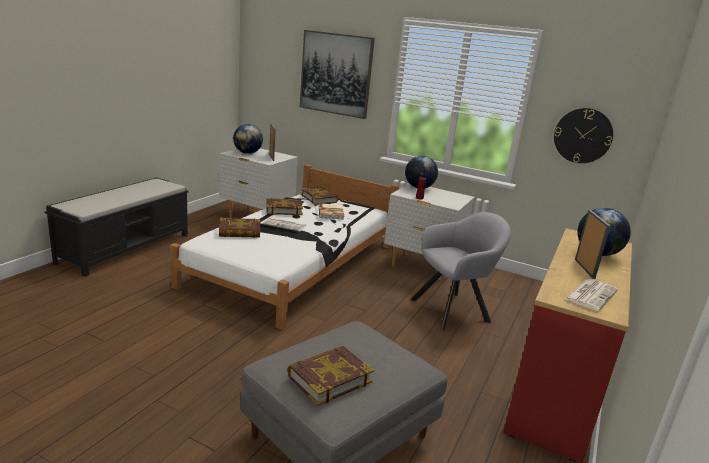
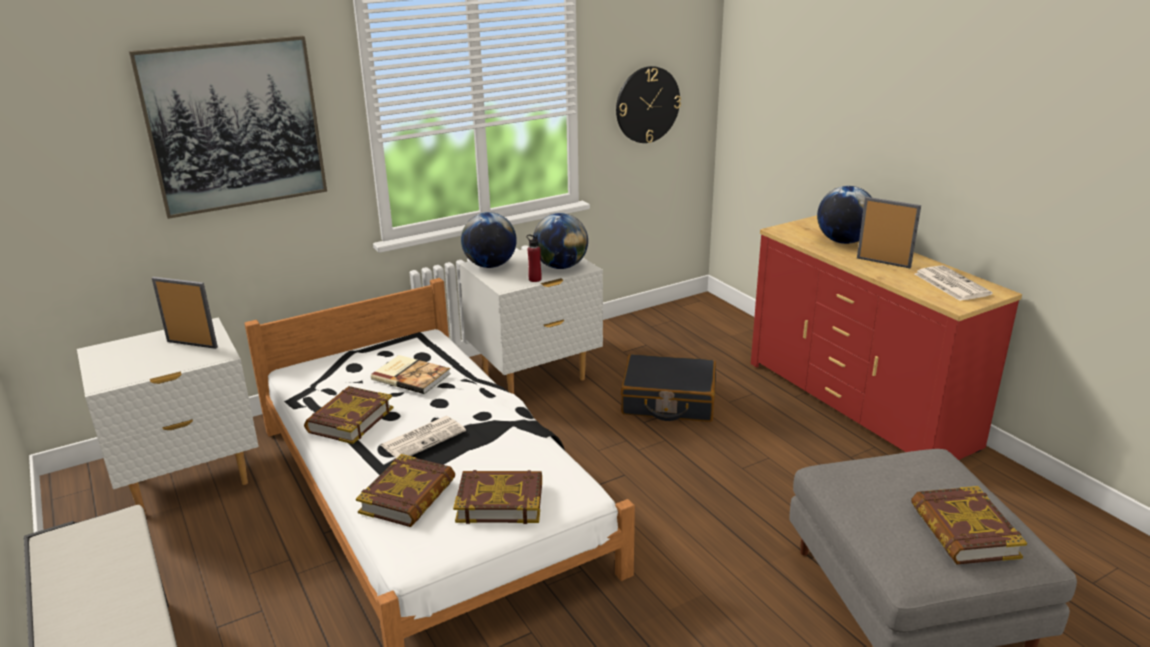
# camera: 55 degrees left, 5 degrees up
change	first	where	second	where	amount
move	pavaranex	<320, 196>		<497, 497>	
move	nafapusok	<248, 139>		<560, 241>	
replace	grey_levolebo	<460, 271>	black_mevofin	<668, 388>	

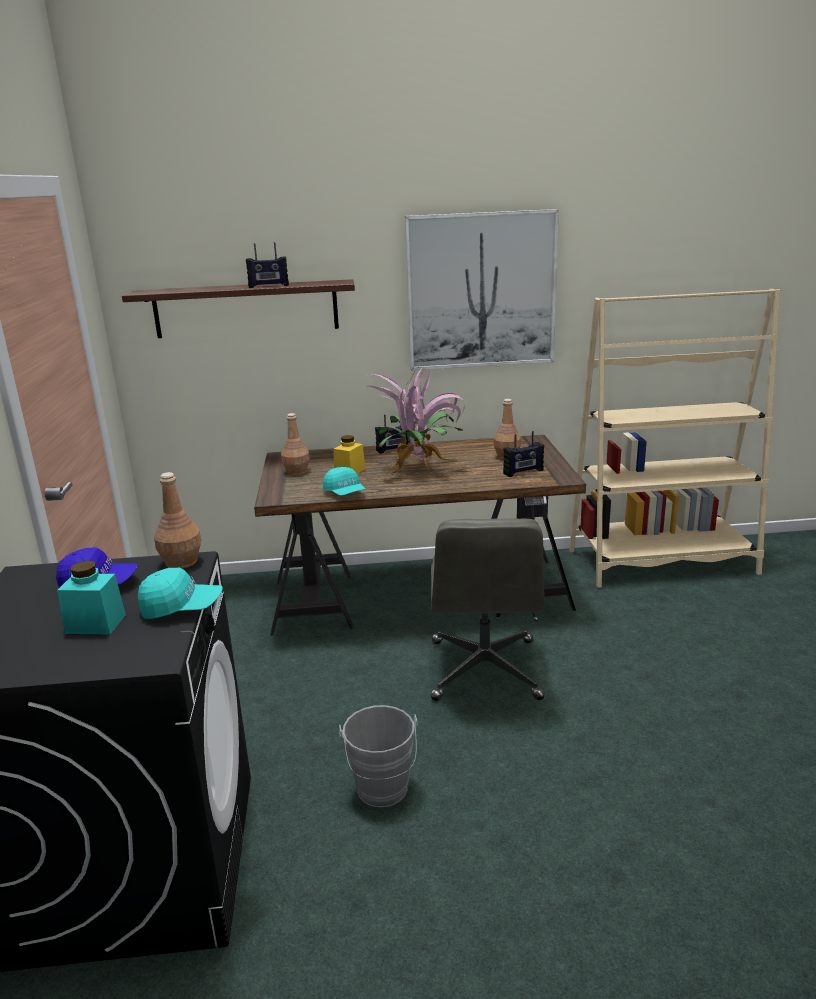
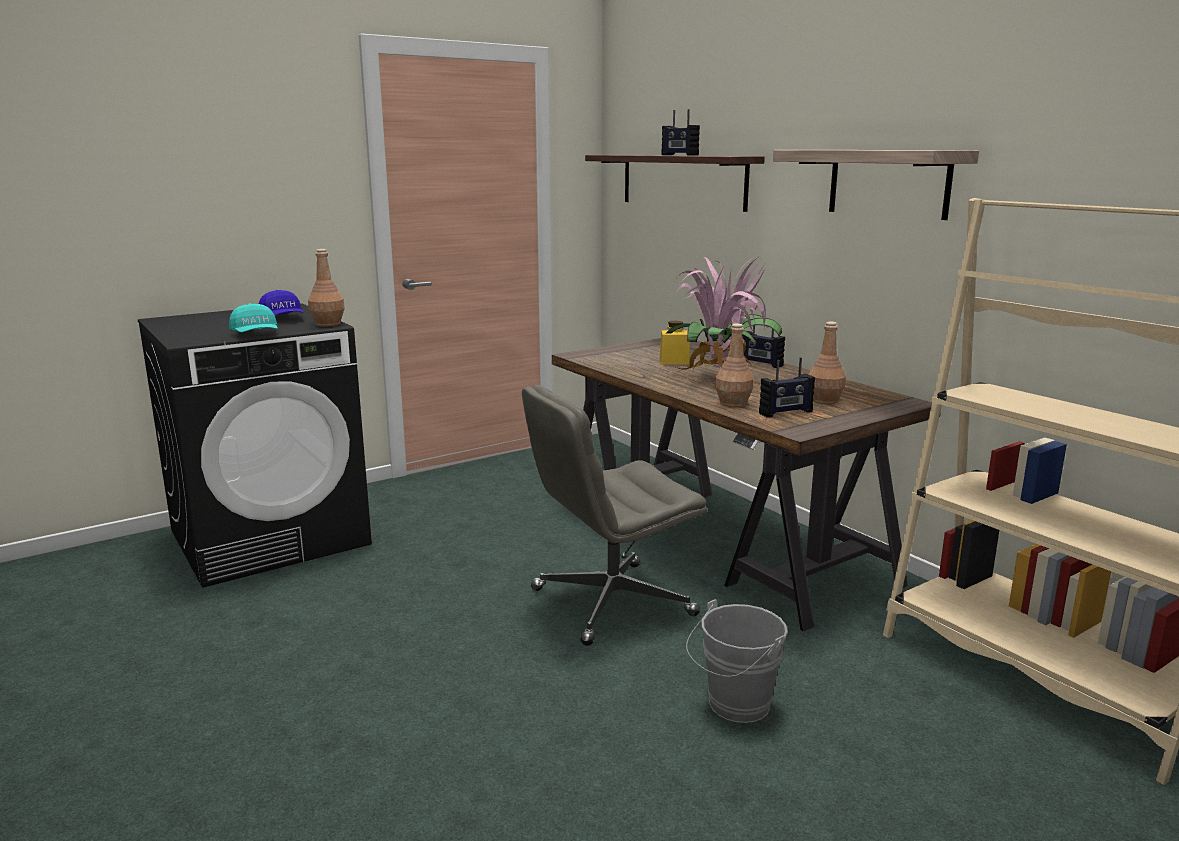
# camera: 60 degrees right, 5 degrees down
change	first	where	second	where	amount
move	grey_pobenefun	<378, 756>		<737, 661>	
move	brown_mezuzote	<295, 444>		<734, 365>	
rotate	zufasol	<523, 454>		<787, 387>	60 degrees counterclockwise
replace	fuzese	<482, 290>	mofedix	<876, 185>	
delete	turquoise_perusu	<91, 597>			
delete	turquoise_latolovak	<344, 481>			

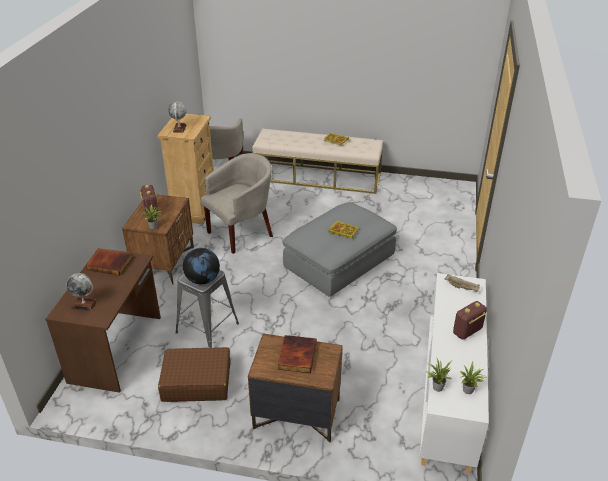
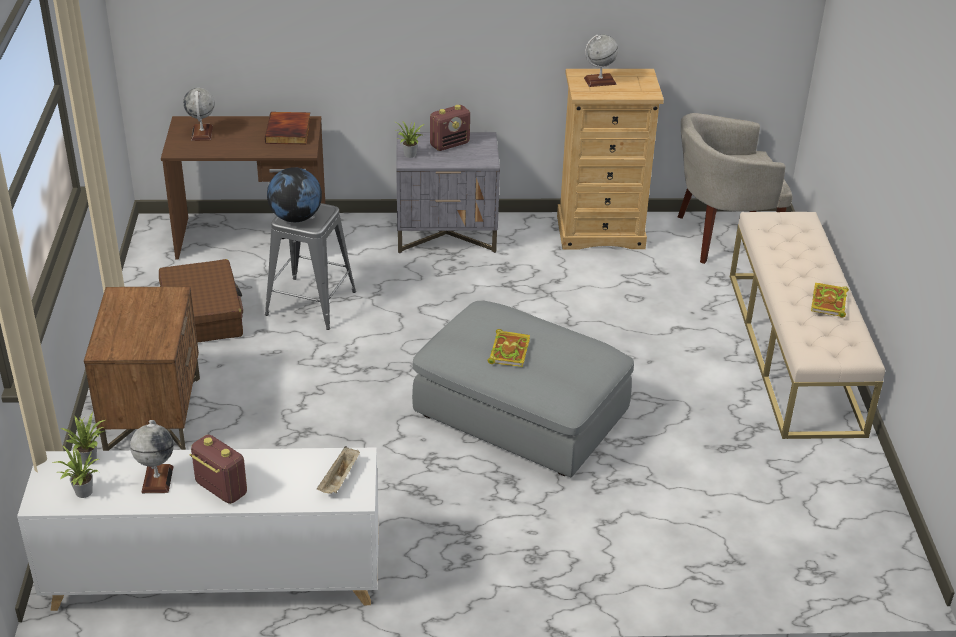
# camera: 75 degrees right, 0 degrees up
change	first	where	second	where	amount
insert			nafapusok	<152, 456>	
recolor	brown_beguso	<158, 240>	grey_beguso	<448, 193>	
delete	beige_levolebo	<237, 203>			
delete	pavaranex	<297, 354>			

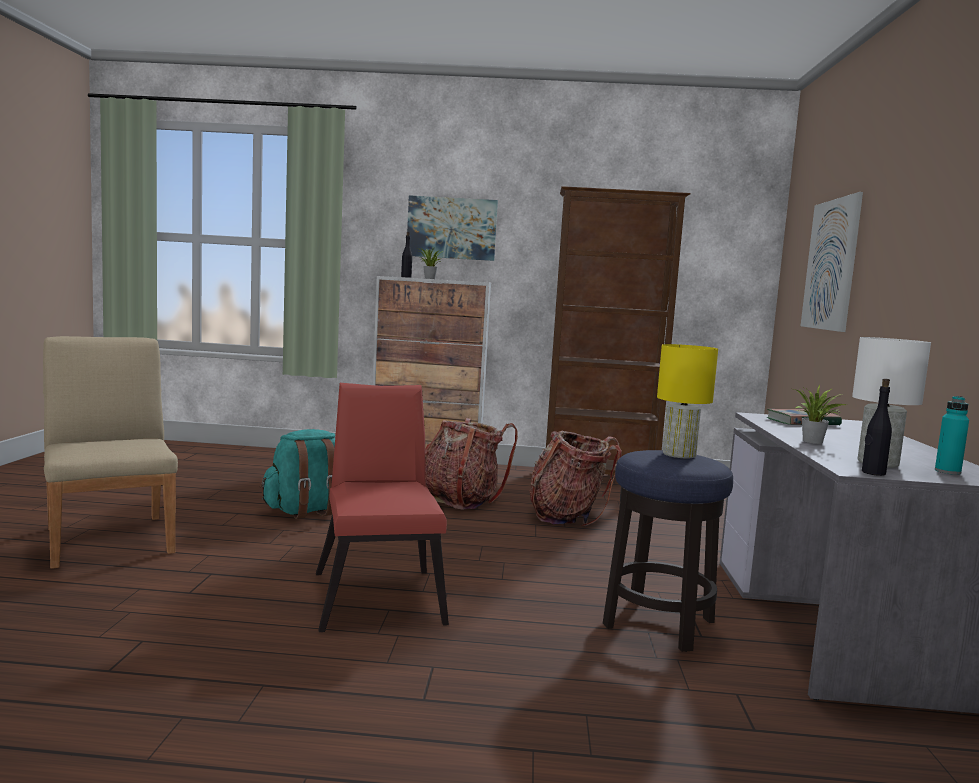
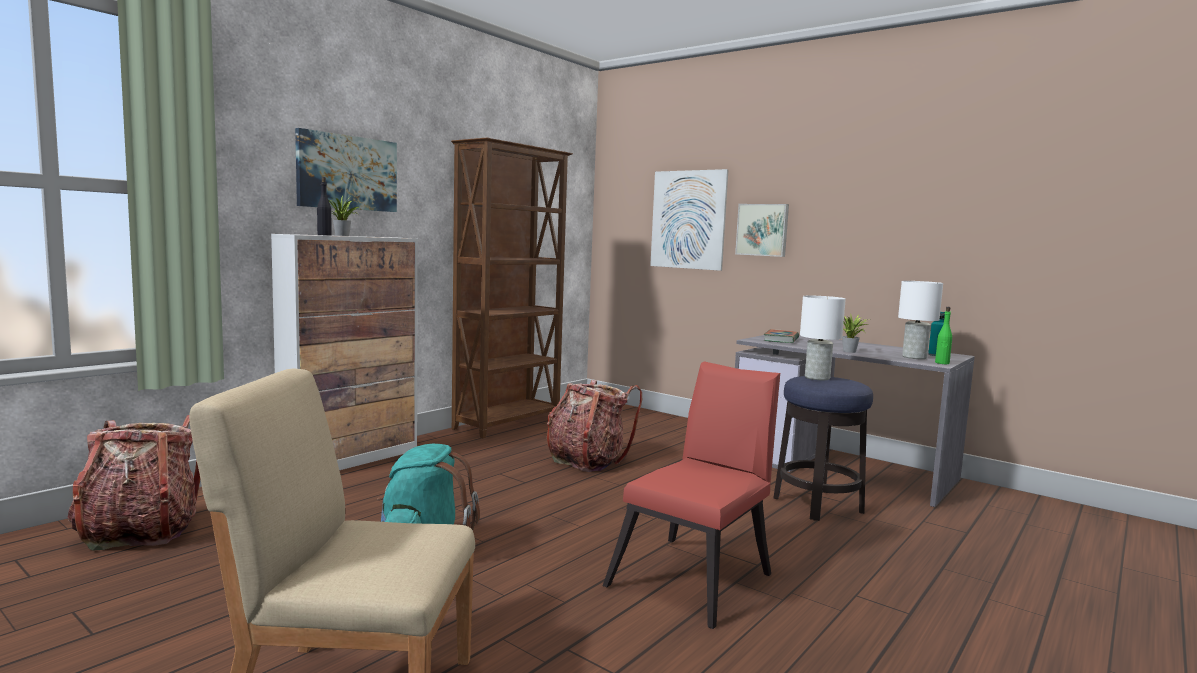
# camera: 55 degrees left, 0 degrees up
change	first	where	second	where	amount
move	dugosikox	<471, 464>		<134, 483>	
rotate	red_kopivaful	<382, 507>		<691, 495>	105 degrees clockwise
insert			fuzese	<762, 230>	
recolor	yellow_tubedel	<687, 401>	white_tubedel	<823, 338>	
recolor	black_mezuzote	<877, 427>	green_mezuzote	<943, 335>	

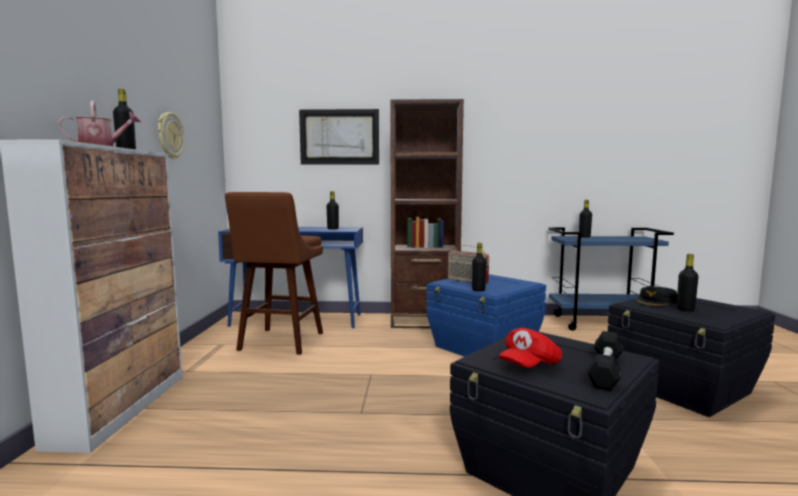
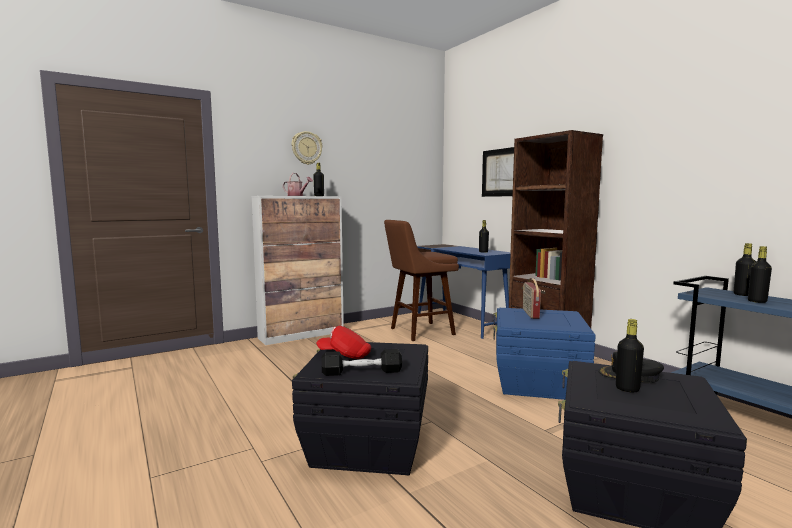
# camera: 55 degrees right, 0 degrees up
change	first	where	second	where	amount
move	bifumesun	<171, 135>		<307, 148>	
move	black_mezuzote	<479, 267>		<760, 274>	

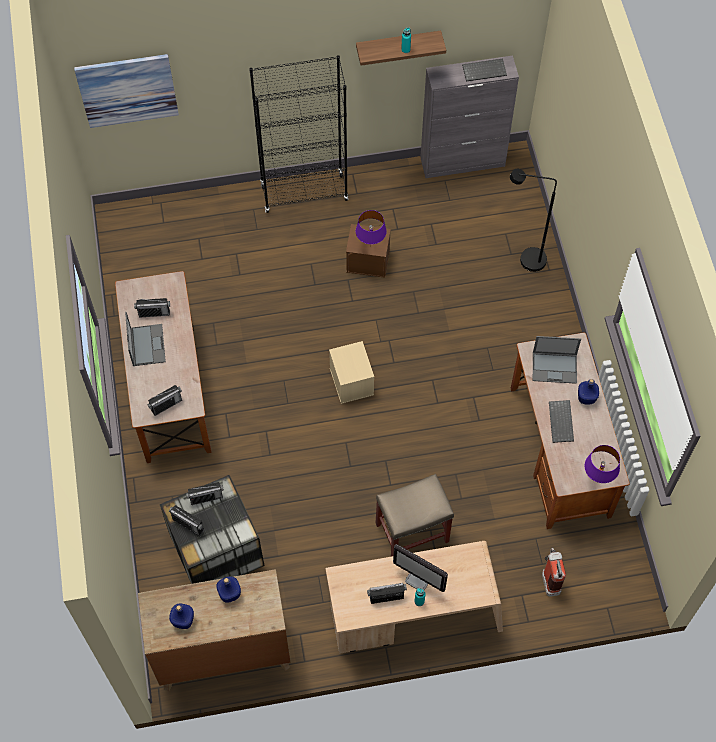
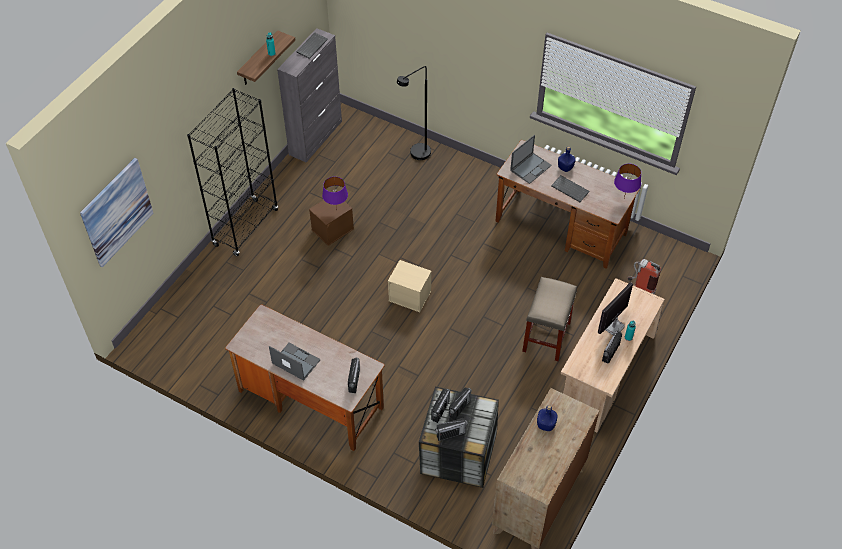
# camera: 50 degrees left, 10 degrees down
change	first	where	second	where	amount
move	zufasol	<152, 308>		<460, 404>	
rotate	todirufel	<420, 568>		<615, 308>	150 degrees clockwise
delete	blue_mezuzote	<181, 616>			

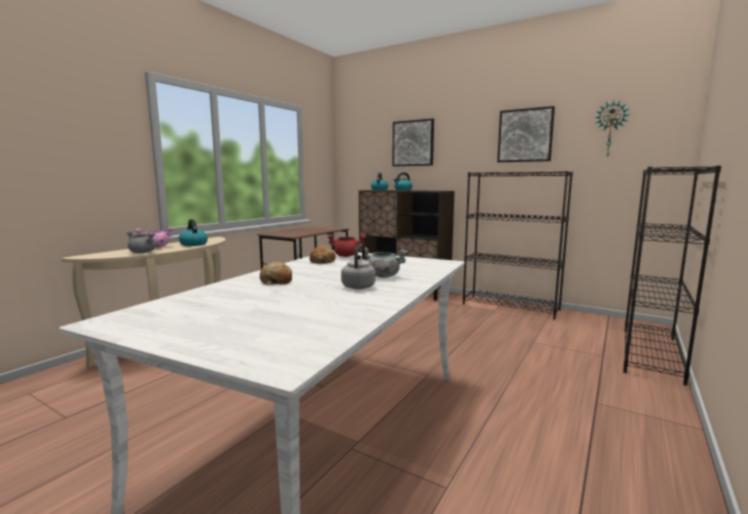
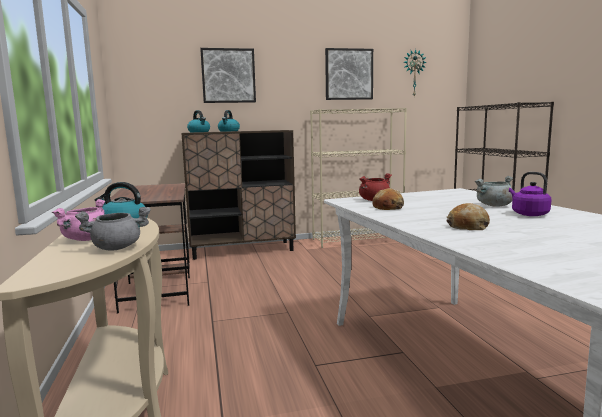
# camera: 45 degrees left, 0 degrees up
change	first	where	second	where	amount
recolor	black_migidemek	<518, 245>	beige_migidemek	<358, 178>	
recolor	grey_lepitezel	<358, 267>	purple_lepitezel	<530, 194>	

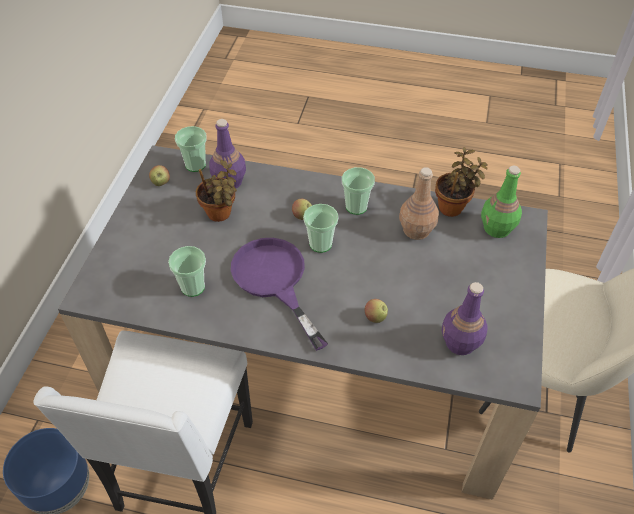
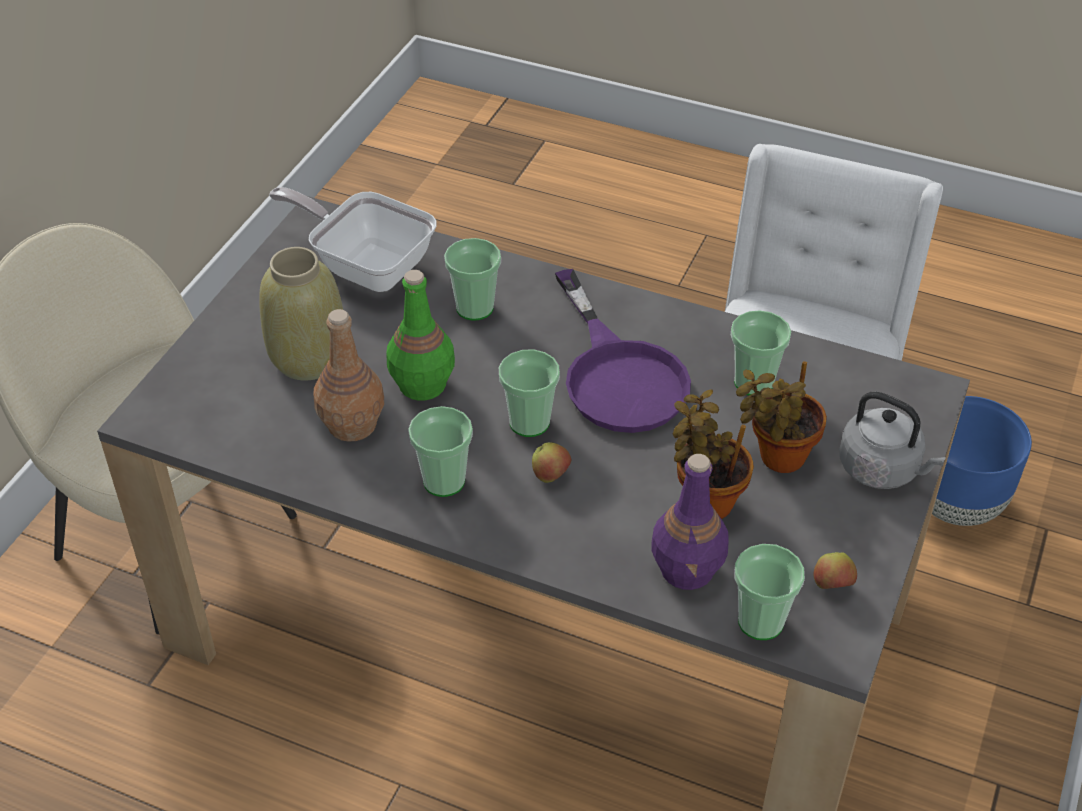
# camera: 170 degrees left, 5 degrees down
change	first	where	second	where	amount
insert			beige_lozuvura	<301, 314>	
replace	purple_mezuzote	<465, 318>	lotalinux	<353, 239>	
move	green_mezuzote	<501, 202>		<420, 335>	
replace	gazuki	<376, 311>	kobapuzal	<472, 279>	
move	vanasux	<461, 182>		<781, 417>	
insert			grey_lepitezel	<892, 440>	

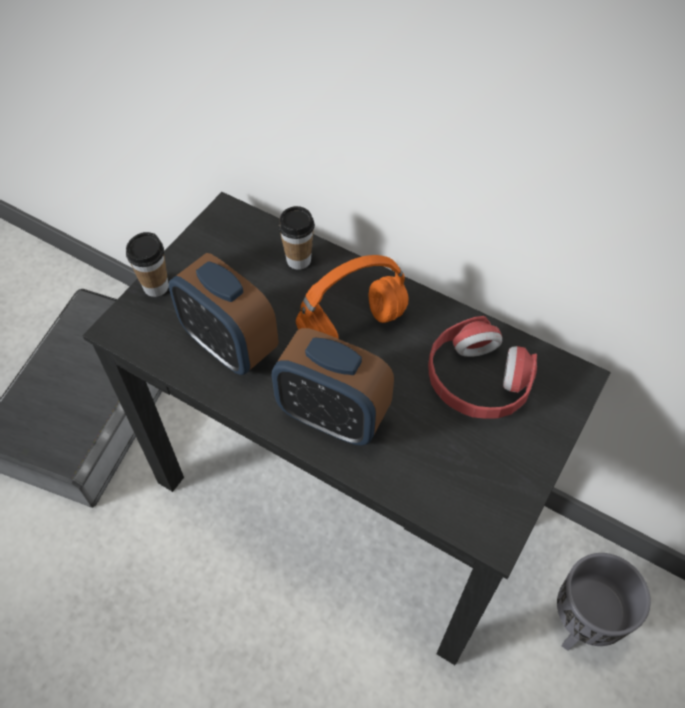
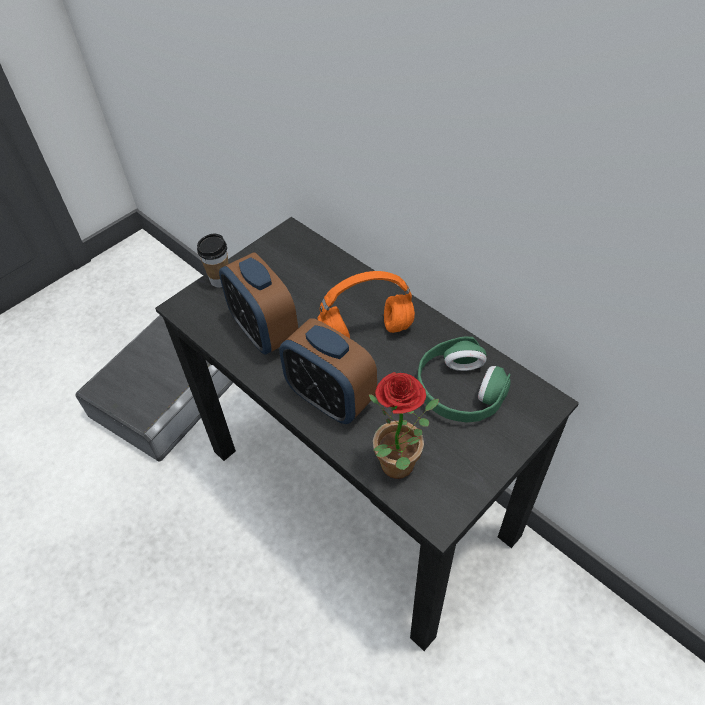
# camera: 15 degrees right, 5 degrees down
change	first	where	second	where	amount
insert			vanasux	<403, 425>	
recolor	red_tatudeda	<482, 367>	green_tatudeda	<464, 379>	
delete	kobapuzal	<296, 238>			
delete	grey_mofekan	<604, 602>			

